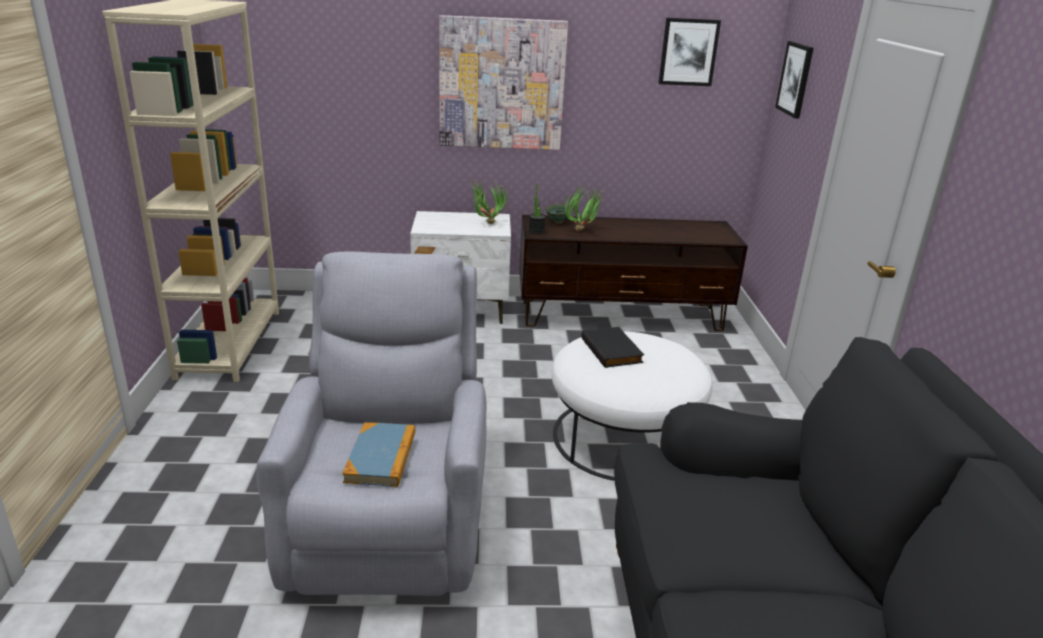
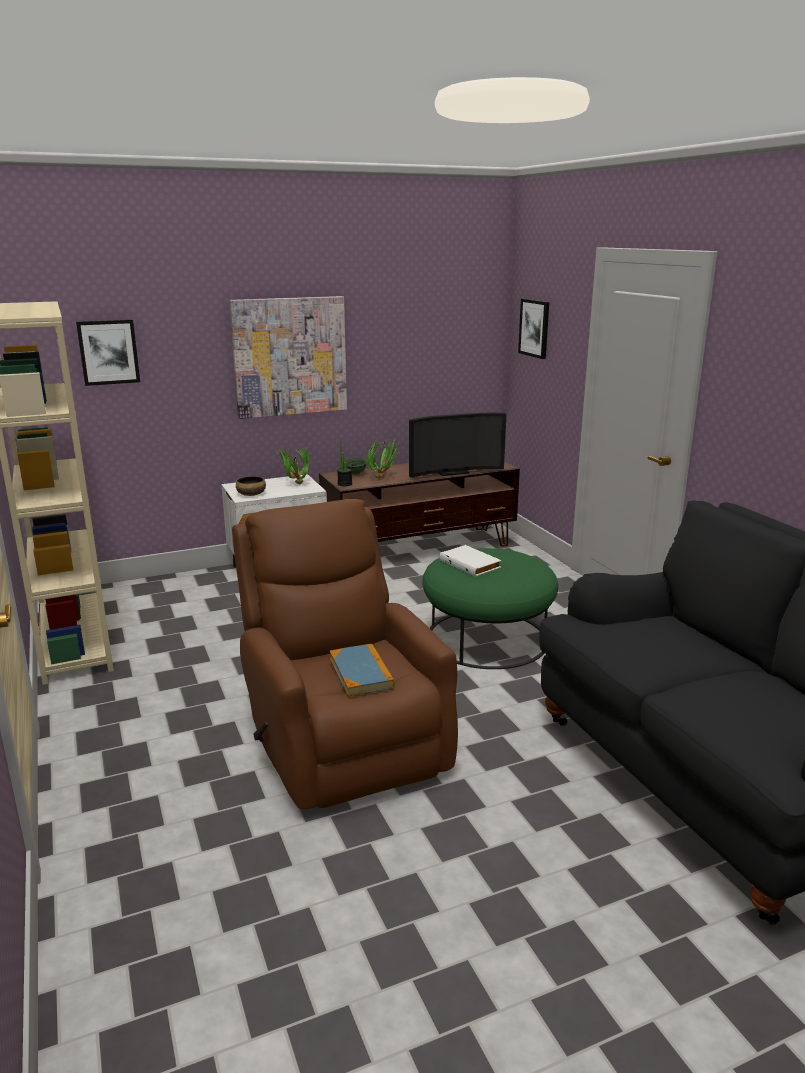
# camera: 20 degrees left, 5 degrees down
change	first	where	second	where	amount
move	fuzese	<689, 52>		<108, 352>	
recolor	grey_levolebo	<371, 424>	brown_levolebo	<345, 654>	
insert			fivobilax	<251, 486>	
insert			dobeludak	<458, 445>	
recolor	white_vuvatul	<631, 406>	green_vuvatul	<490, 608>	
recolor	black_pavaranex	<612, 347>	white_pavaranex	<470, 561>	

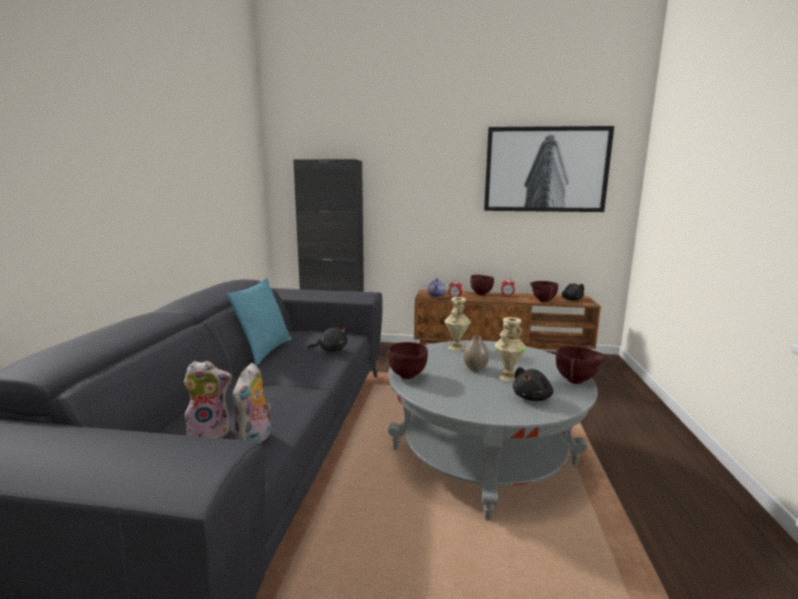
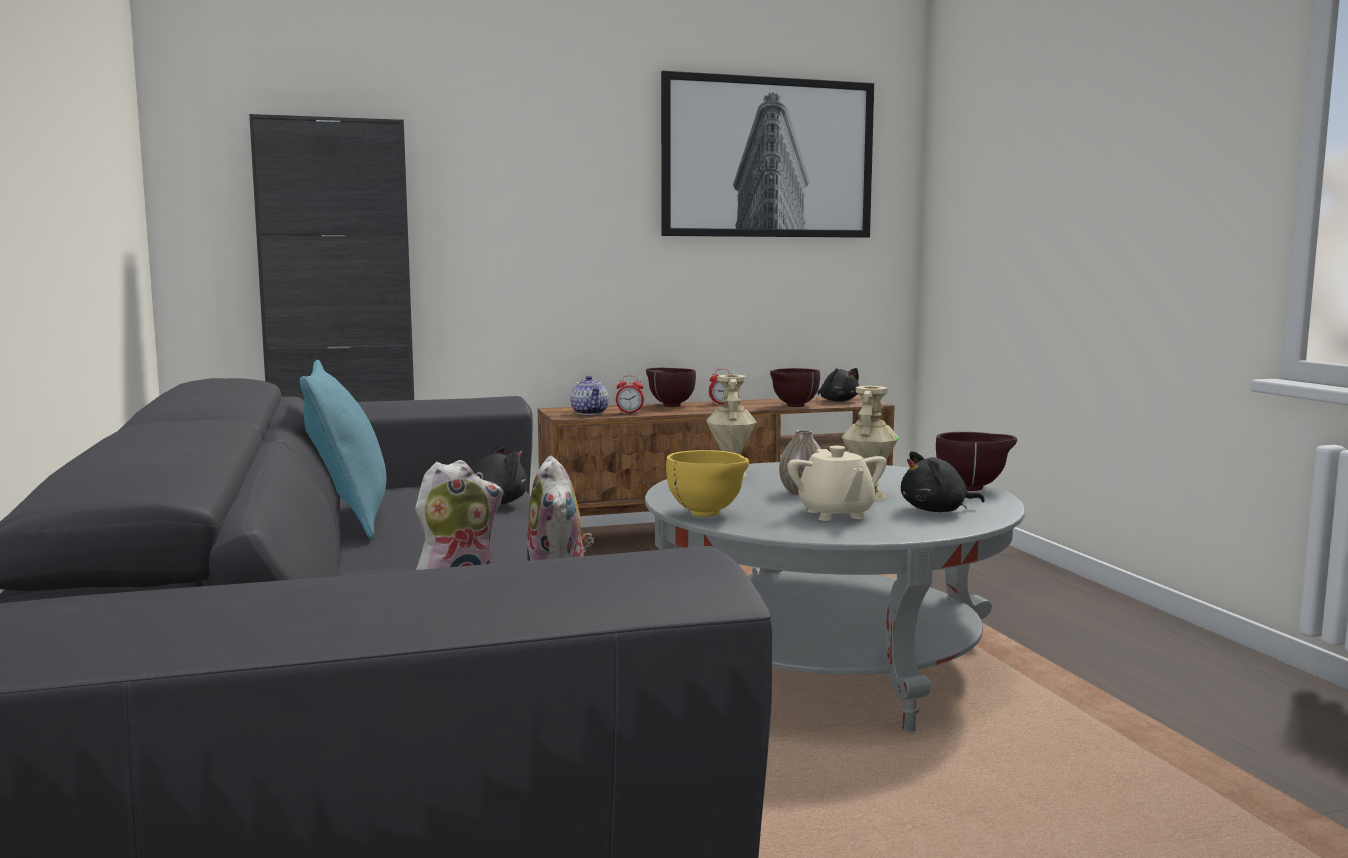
# camera: 25 degrees left, 5 degrees down
change	first	where	second	where	amount
recolor	brown_fivobilax	<408, 360>	yellow_fivobilax	<707, 483>	
insert			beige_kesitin	<837, 483>	
rotate	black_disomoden	<533, 384>		<943, 481>	60 degrees clockwise

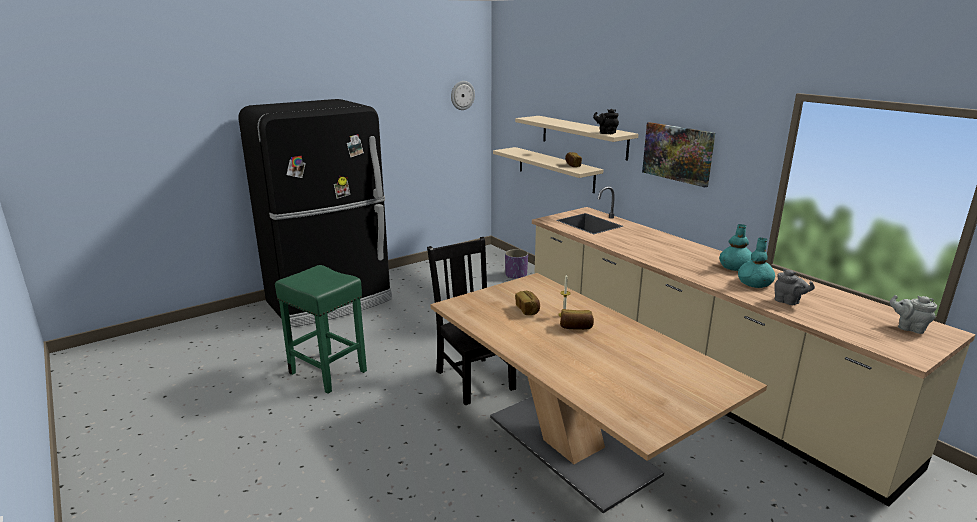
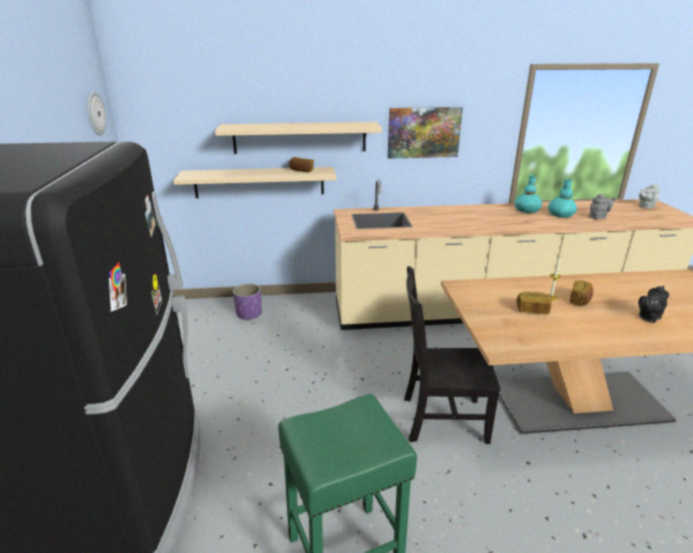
# camera: 60 degrees left, 5 degrees up
change	first	where	second	where	amount
move	black_kesitin	<606, 121>		<653, 304>	

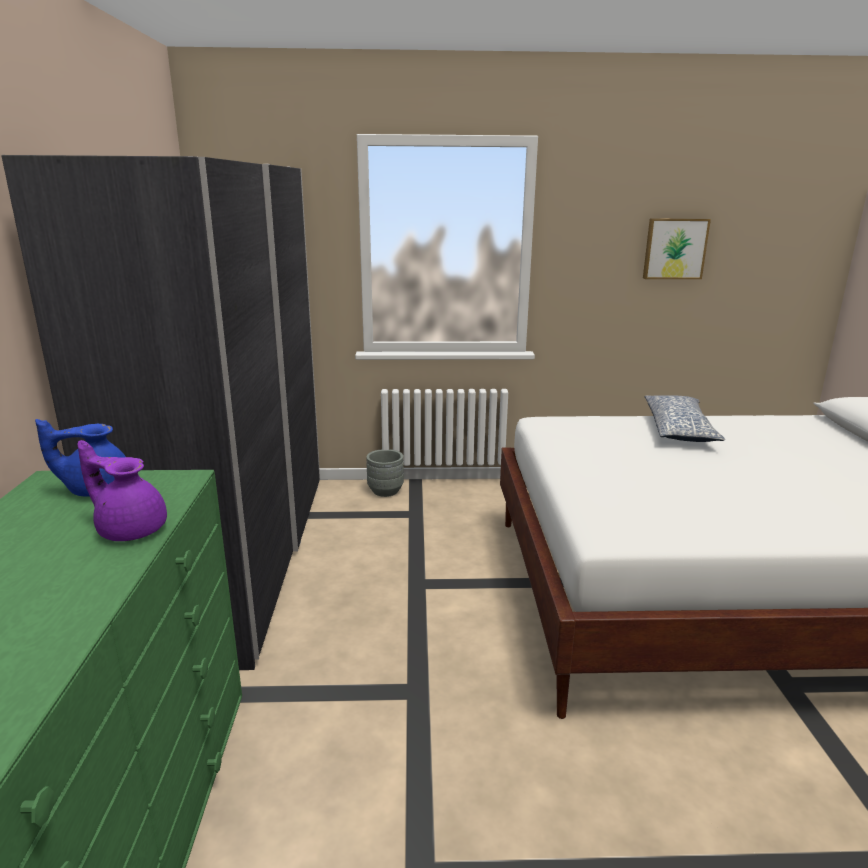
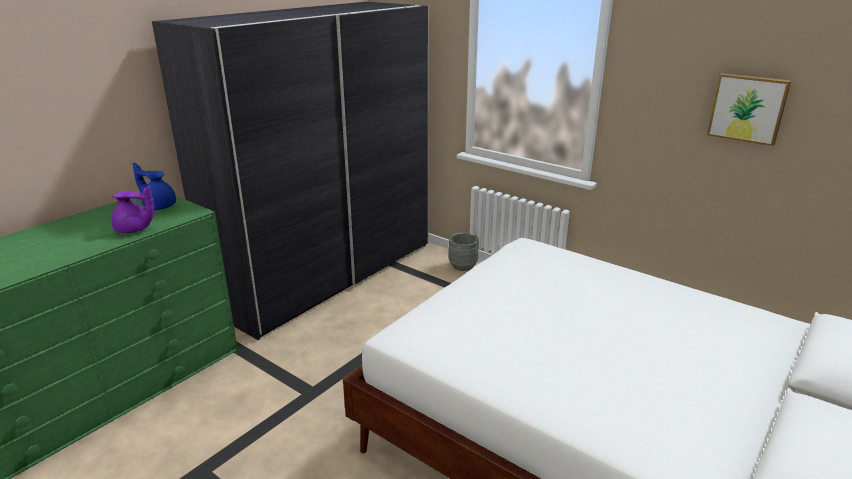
# camera: 40 degrees right, 5 degrees up
change	first	where	second	where	amount
rotate	purple_kesitin	<122, 490>		<132, 209>	120 degrees clockwise
delete	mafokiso	<685, 418>			

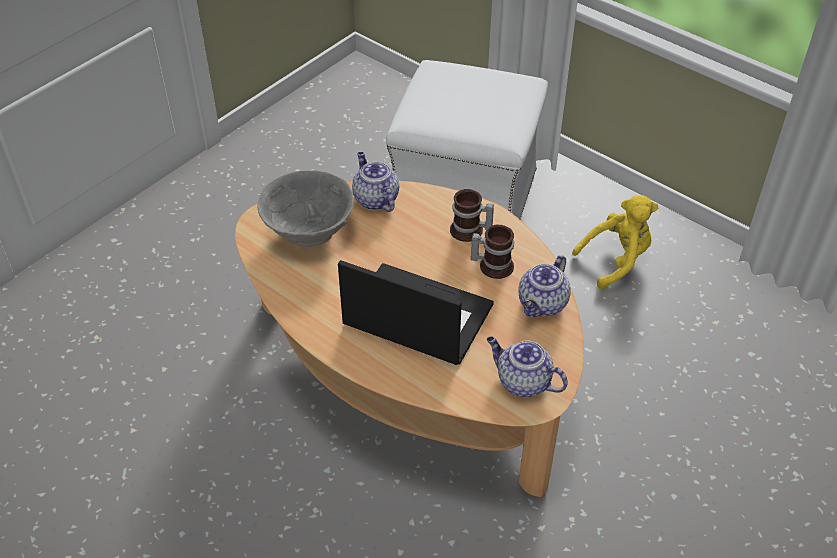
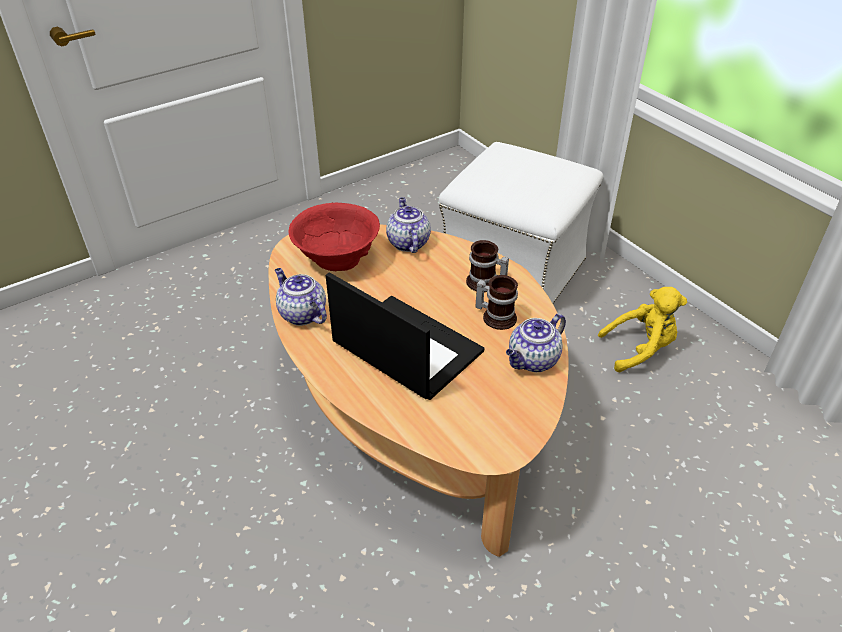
# camera: 15 degrees right, 5 degrees down
change	first	where	second	where	amount
move	kesitin	<527, 366>		<301, 297>	
recolor	grey_fivobilax	<305, 208>	red_fivobilax	<334, 237>	

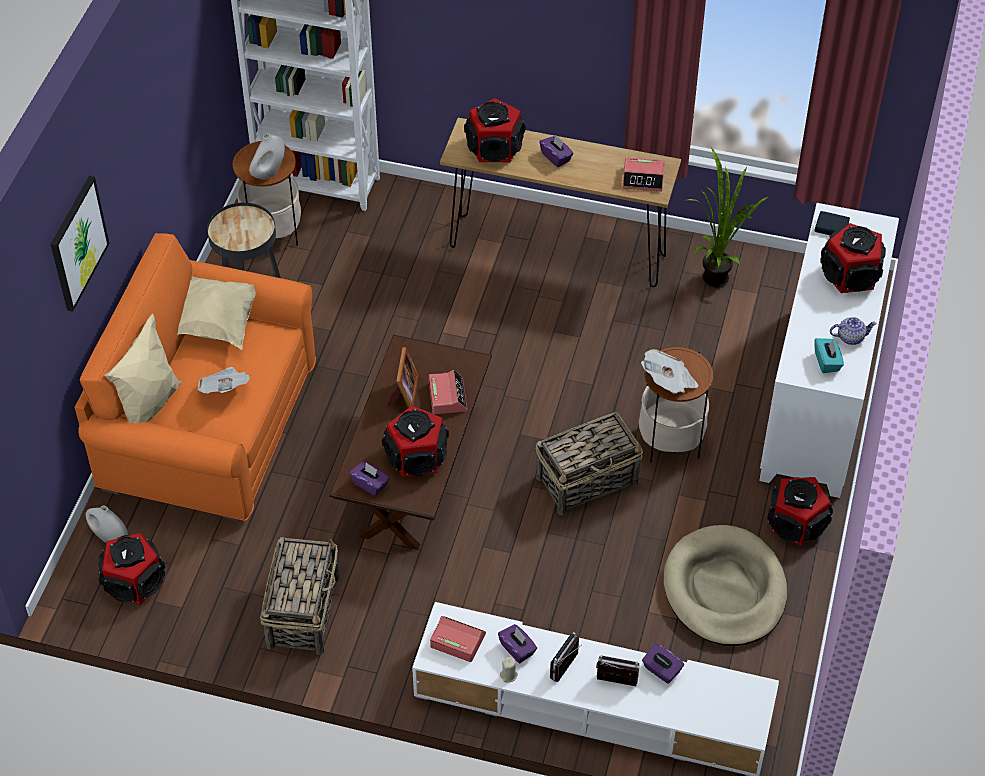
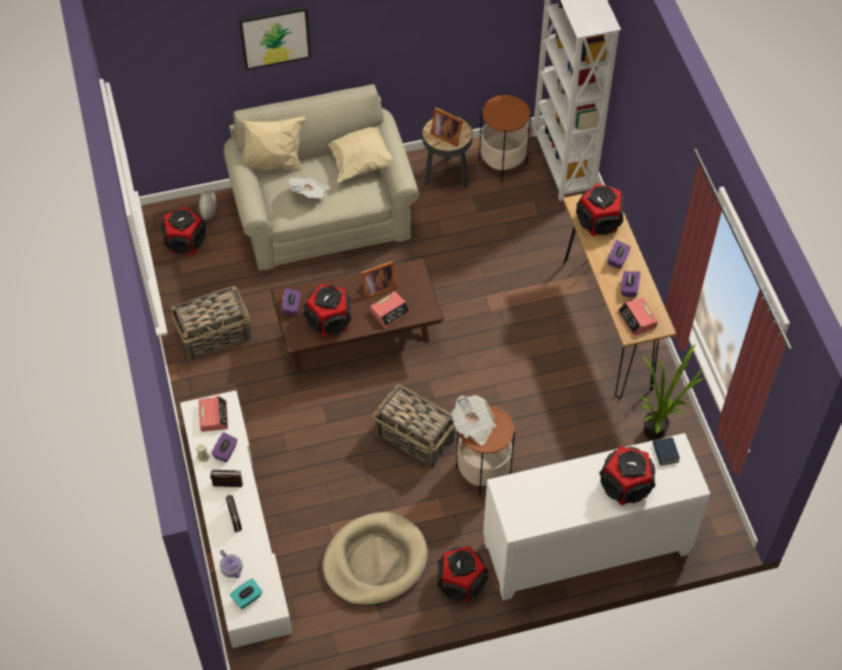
# camera: 60 degrees right, 5 degrees up
change	first	where	second	where	amount
move	kesitin	<853, 331>		<231, 564>	
recolor	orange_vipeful	<195, 377>	beige_vipeful	<321, 177>	
move	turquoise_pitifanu	<829, 355>		<246, 593>	
insert			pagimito	<446, 127>	
move	purple_pitifanu	<663, 663>		<630, 284>	
delete	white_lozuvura	<267, 156>			

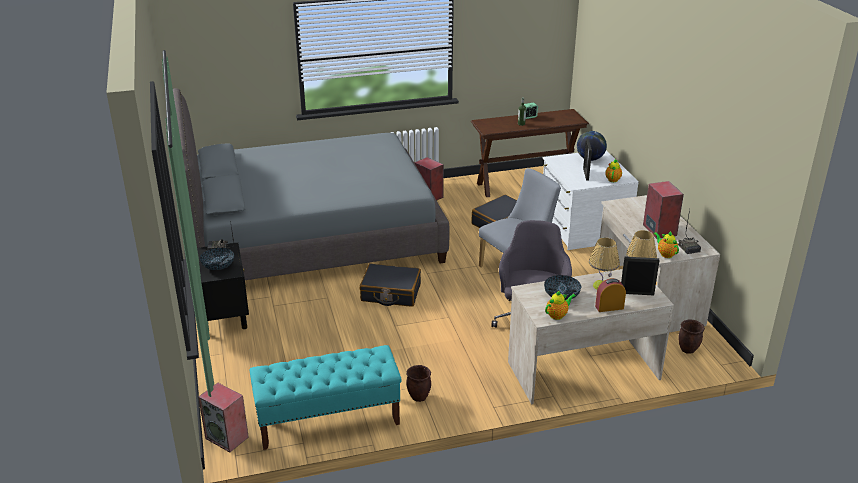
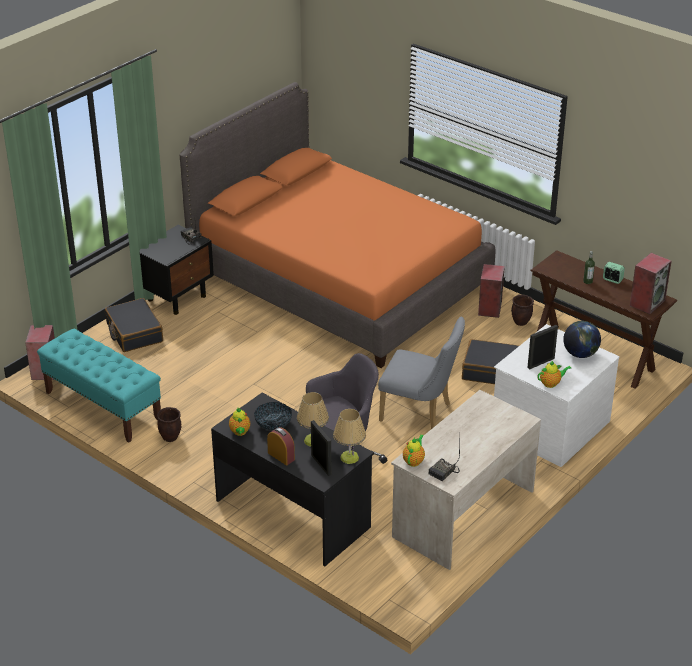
# camera: 55 degrees right, 5 degrees up
change	first	where	second	where	amount
move	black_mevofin	<390, 285>		<134, 325>	
recolor	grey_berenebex	<311, 184>	orange_berenebex	<337, 225>	
recolor	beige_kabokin	<591, 336>	black_kabokin	<292, 479>	
rotate	kesitin	<560, 305>		<239, 422>	60 degrees clockwise
move	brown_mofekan	<691, 336>		<522, 310>	
move	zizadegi	<663, 210>		<651, 283>	
delete	fivobilax	<217, 259>			

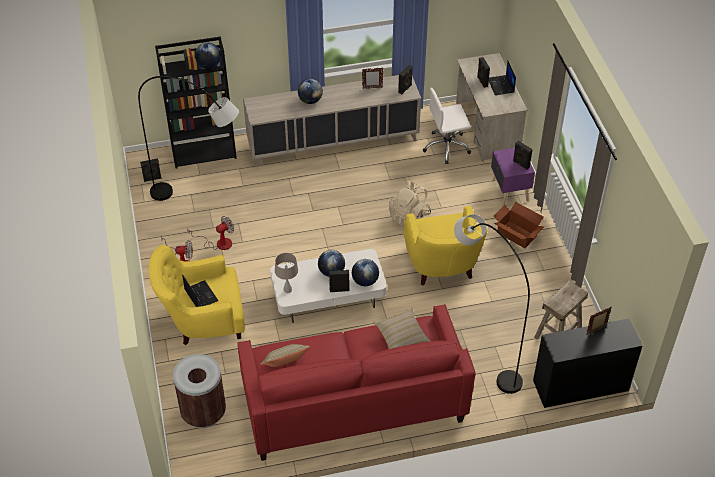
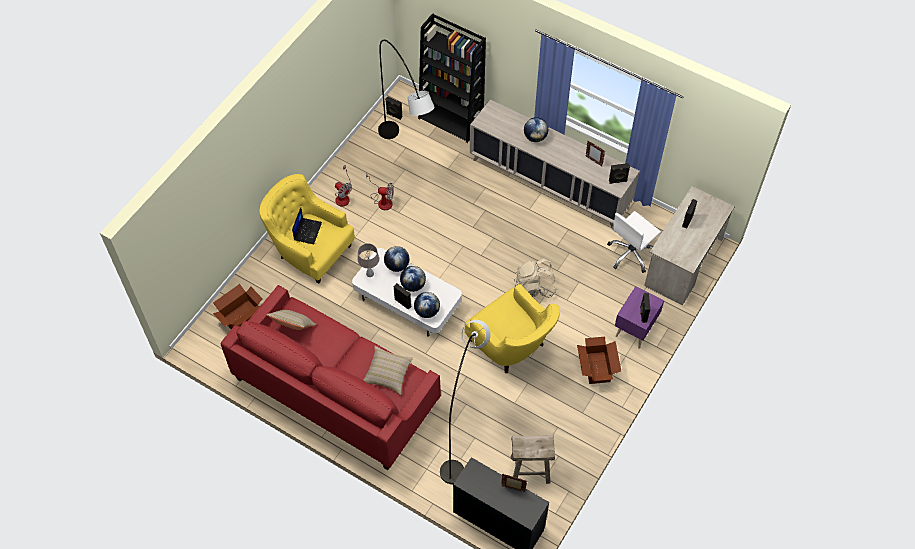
# camera: 45 degrees right, 10 degrees up
change	first	where	second	where	amount
replace	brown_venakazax	<199, 391>	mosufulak	<238, 306>	
move	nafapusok	<208, 55>		<396, 259>	
rotate	yellow_levolebo	<446, 246>		<512, 328>	75 degrees counterclockwise
rotate	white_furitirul	<447, 126>		<634, 242>	75 degrees counterclockwise
delete	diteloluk	<502, 78>			

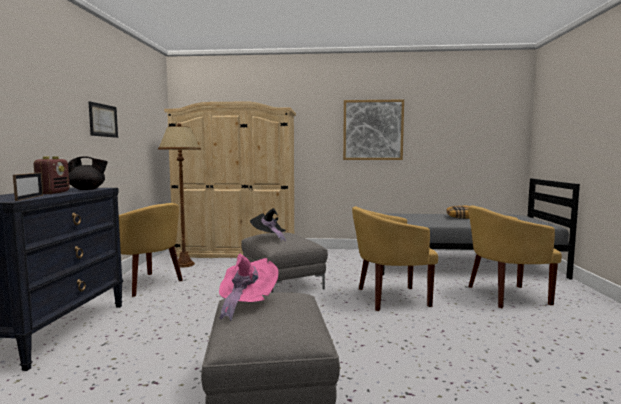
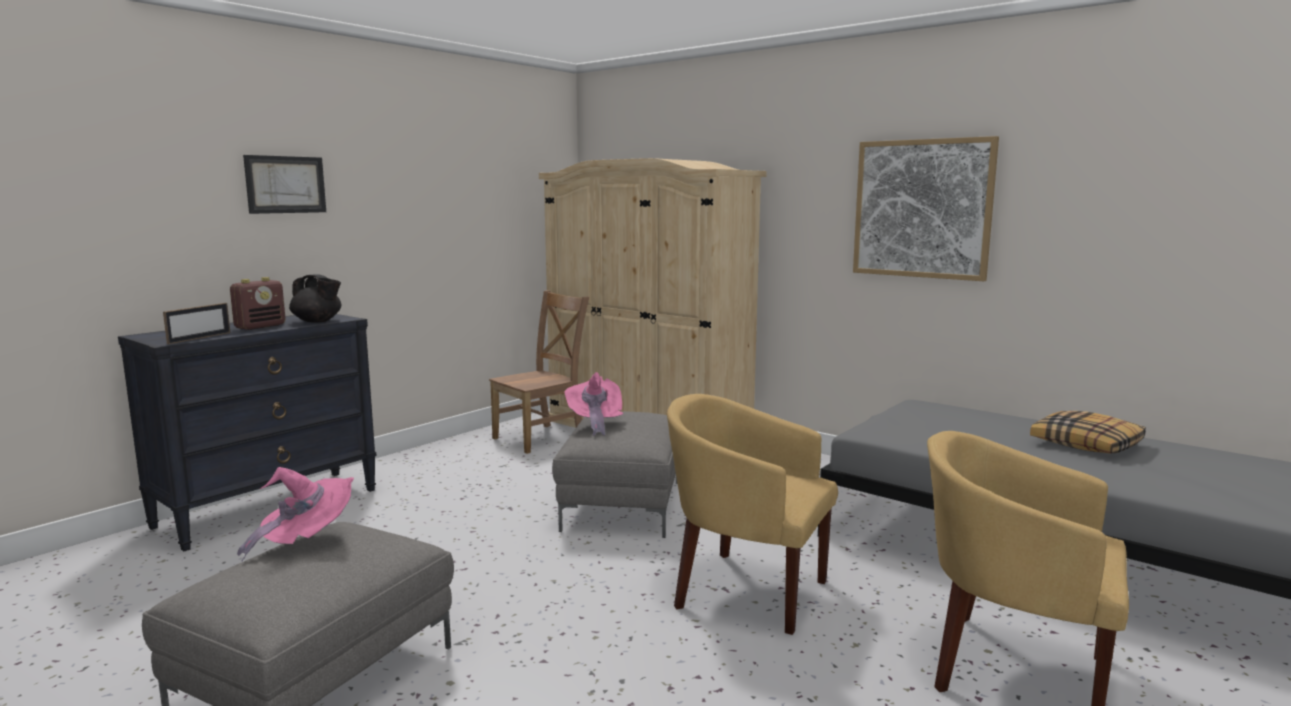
# camera: 35 degrees right, 5 degrees up
change	first	where	second	where	amount
move	fuzese	<103, 119>		<284, 184>	
replace	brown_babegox	<179, 195>	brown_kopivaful	<539, 372>	
recolor	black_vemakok	<268, 225>	pink_vemakok	<594, 404>	
delete	yellow_levolebo	<151, 250>			

